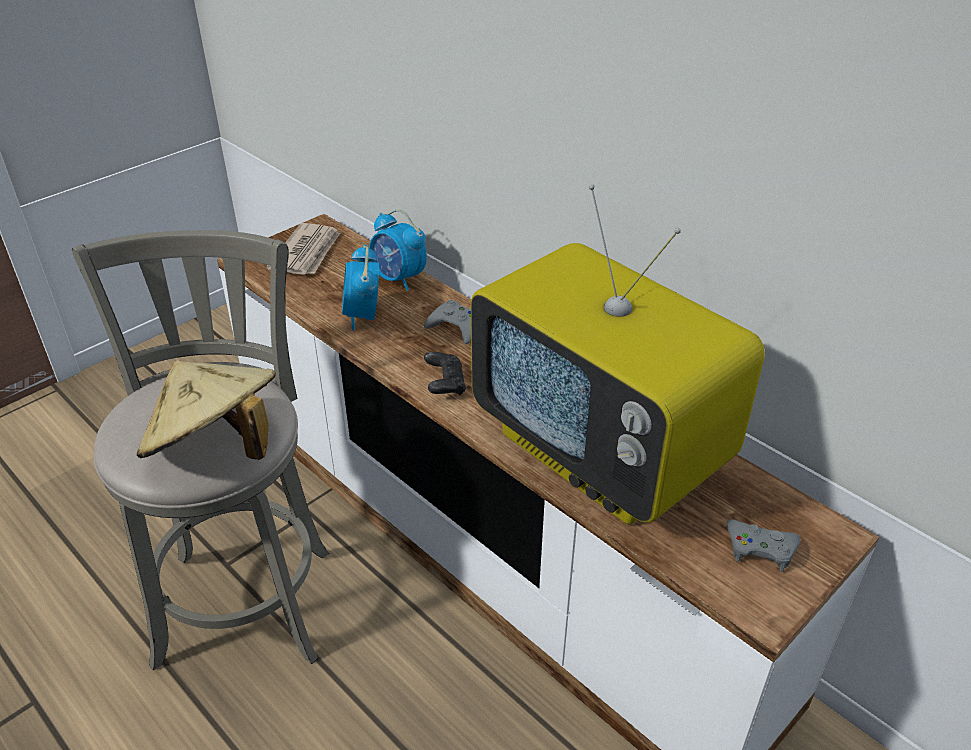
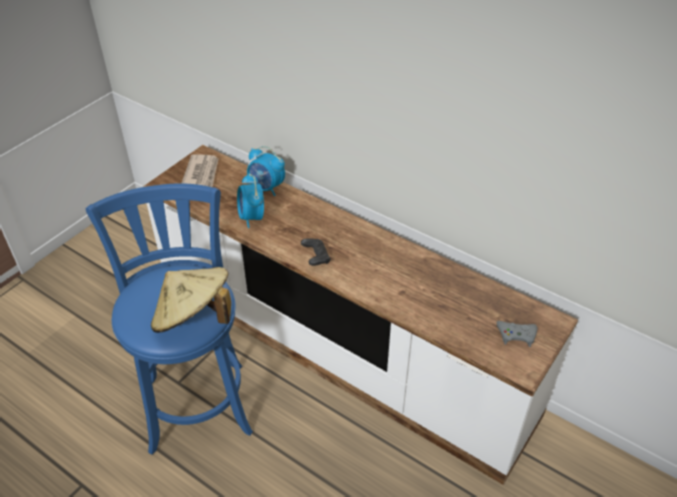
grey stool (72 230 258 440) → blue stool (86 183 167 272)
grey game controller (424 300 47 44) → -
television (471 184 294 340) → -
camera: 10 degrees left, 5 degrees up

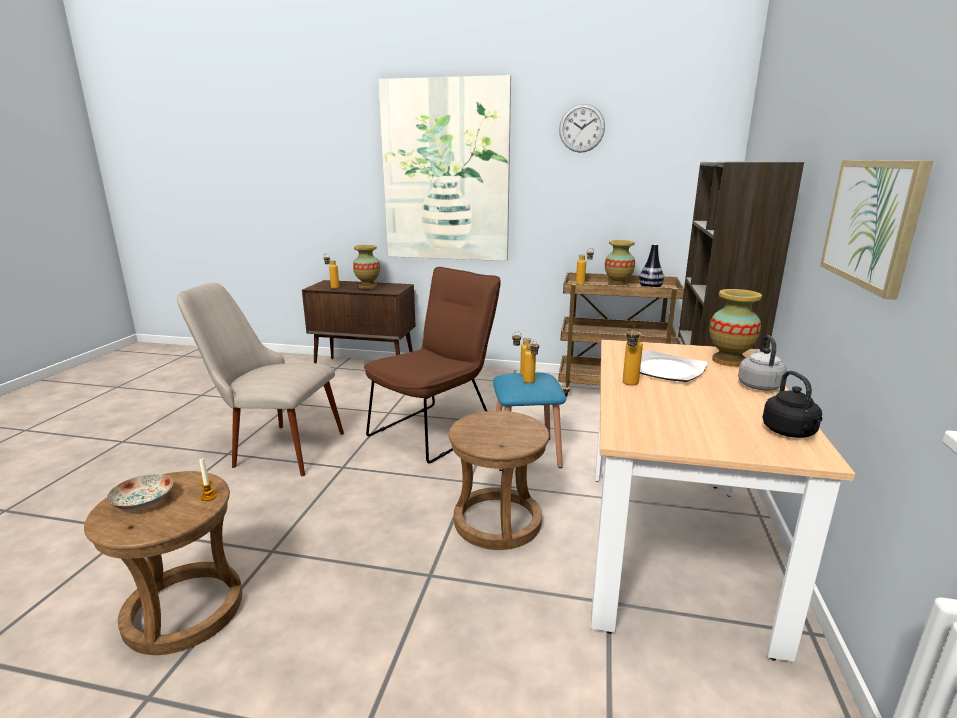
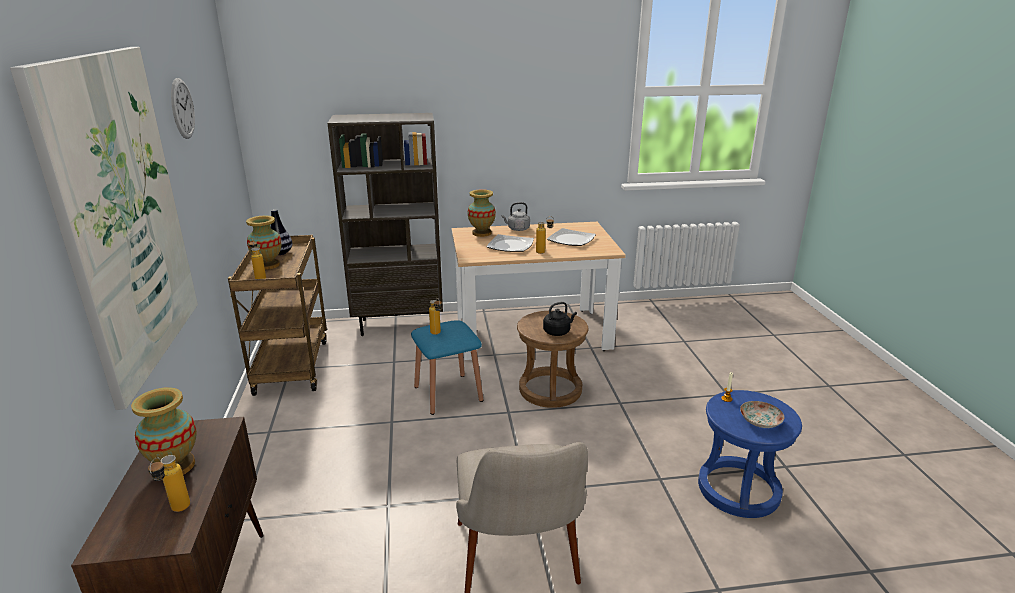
black kettle (762 371 60 67) → black kettle (543 302 34 34), shifted
- → plate (547 228 49 18)
brown stool (84 471 158 184) → blue stool (698 390 104 128)
brown chair (364 267 137 197) → -
bottle (523 339 16 44) → -
picture (820 160 113 140) → -
camera: 110 degrees left, 5 degrees up

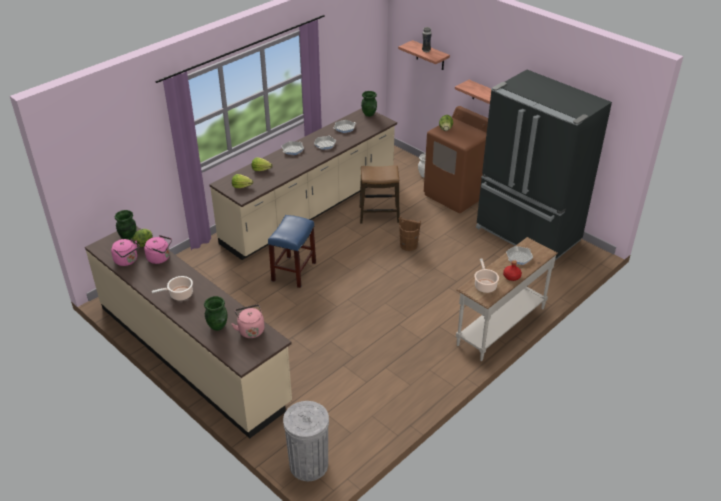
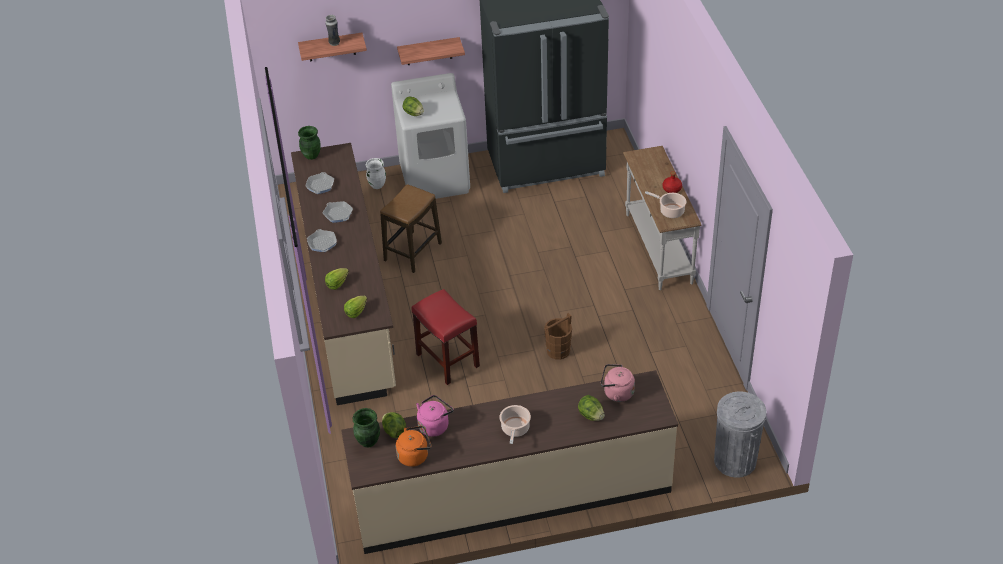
brown washing machine (424 106 64 107) → white washing machine (391 73 79 126)
pink kettle (111 239 29 27) → orange kettle (396 426 36 41)
blue stool (268 215 48 73) → red stool (412 289 68 96)
brown bucket (399 216 22 35) → brown bucket (544 313 28 46), shifted
green vase (204 296 23 35) → lettuce (578 395 27 26)
frying pan (506 246 27 19) → -
camera: 55 degrees left, 5 degrees up

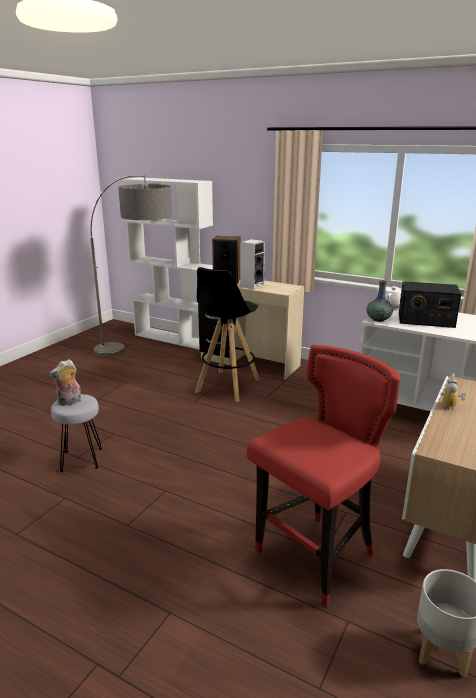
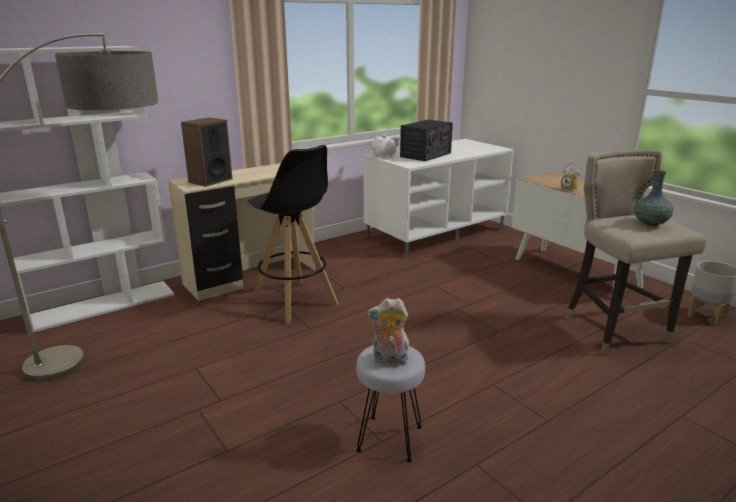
plush toy (49 359 33 47) → plush toy (367 298 42 68), 105 degrees clockwise
red stool (247 345 153 263) → beige stool (565 150 141 205)
vase (366 281 27 41) → vase (634 170 39 56), shifted
speaker (240 239 25 50) → -
camera: 65 degrees left, 0 degrees up

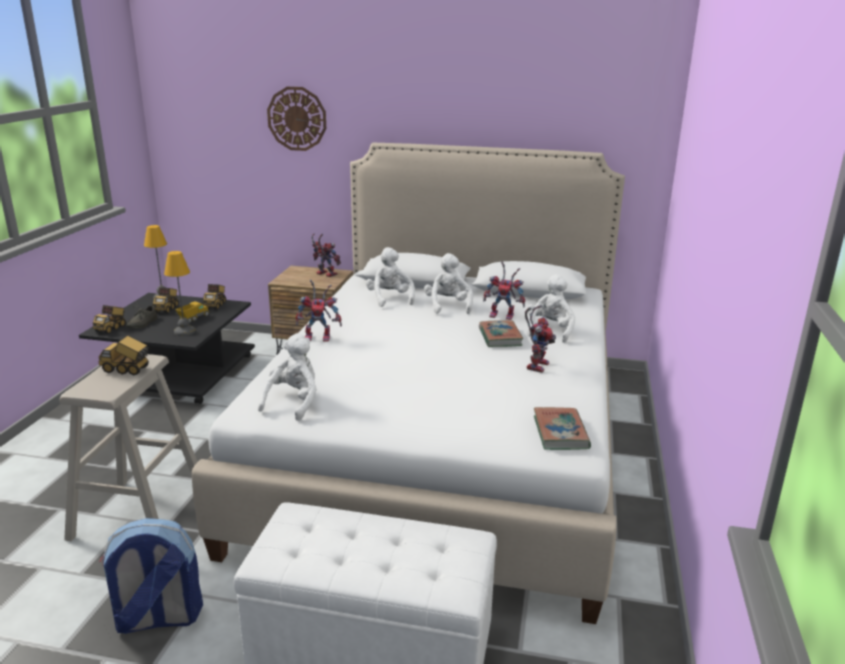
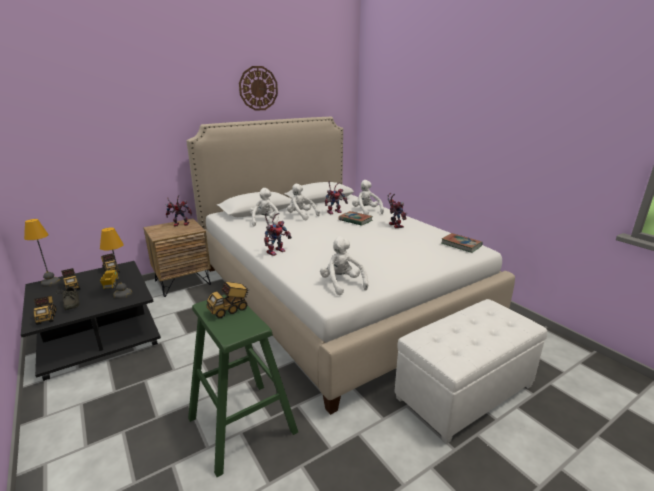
beige stool (59 354 139 187) → green stool (188 295 110 182)
wall clock (267 87 59 64) → wall clock (239 66 39 45), shifted
white plush toy (366 247 49 60) → white plush toy (250 188 29 38), 60 degrees clockwise
backpack (99 518 104 116) → -
camera: 45 degrees left, 0 degrees up

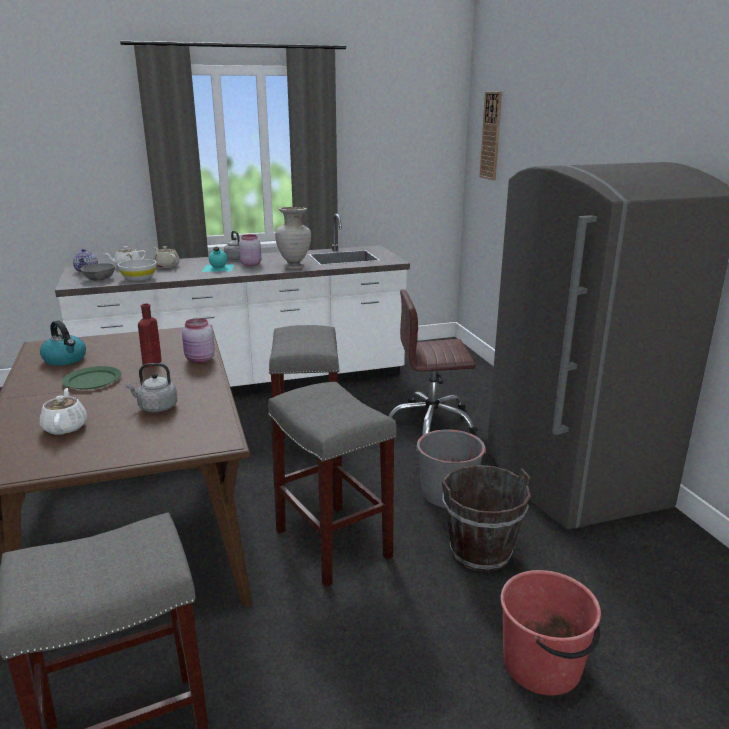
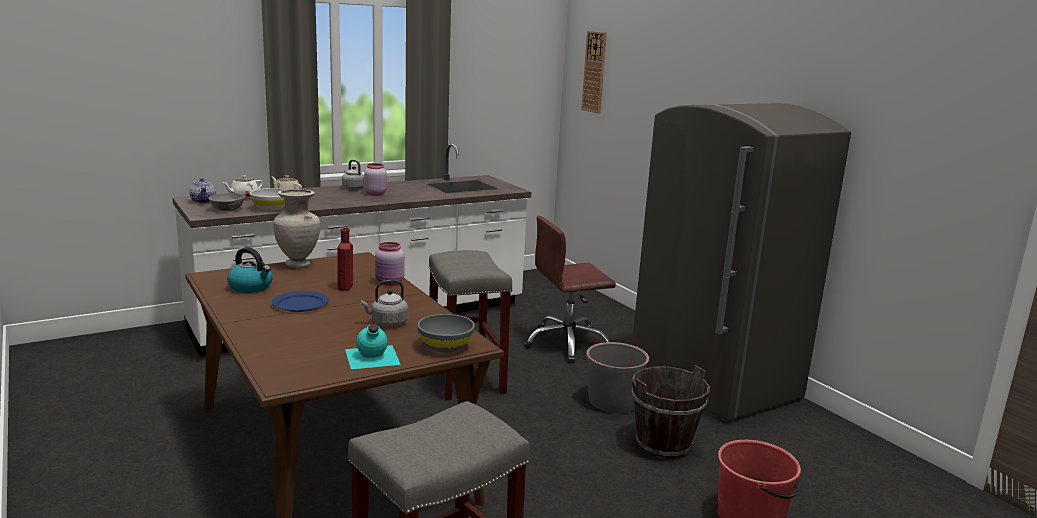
green plate (62 366 59 24) → blue plate (272 291 57 21)
beige vase (275 207 36 62) → beige vase (273 190 47 78), shifted
turquoise bottle (202 247 32 25) → turquoise bottle (345 324 56 45), shifted
- → grey bowl (417 314 58 38)
white teapot (40 388 47 47) → -
grey stool (268 382 129 205) → -
camera: 15 degrees left, 5 degrees down

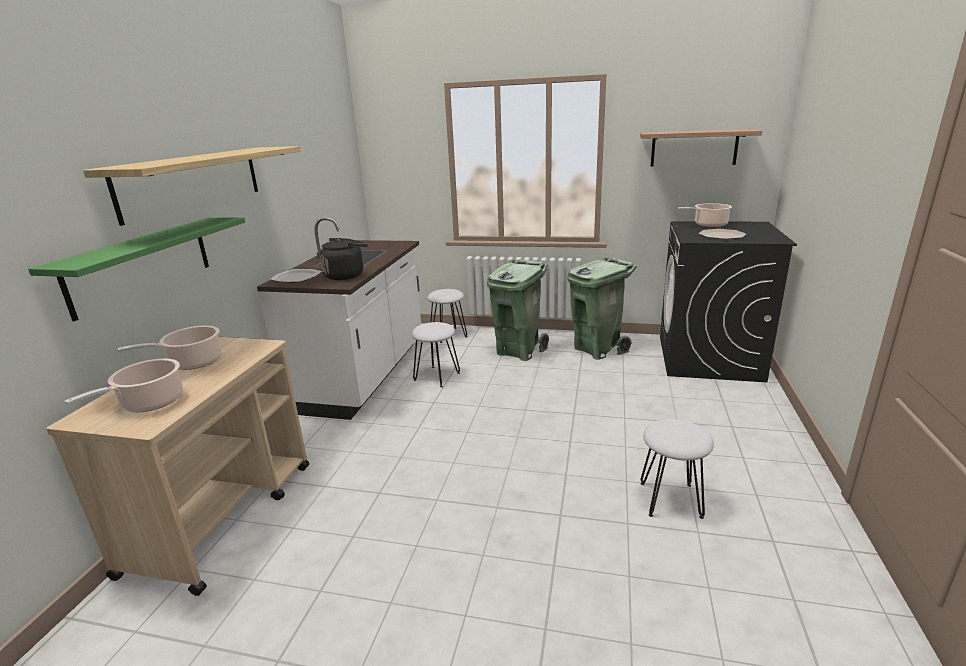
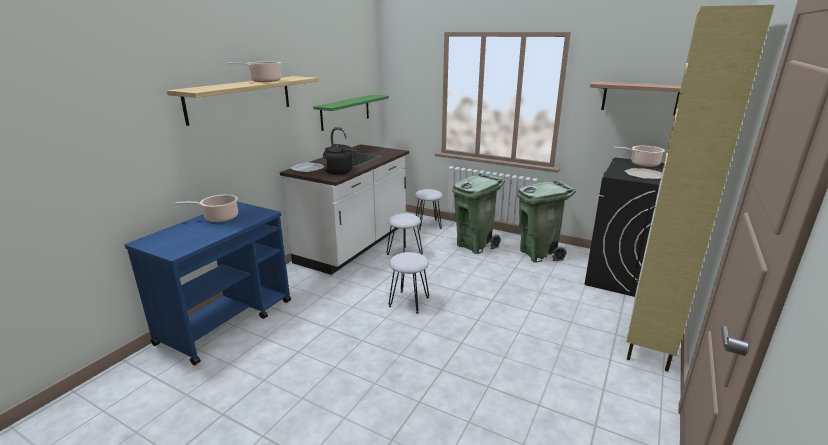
beige cart (46 337 263 259) → blue cart (125 202 166 164)
cooking pot (64 358 119 54) → cooking pot (227 62 54 20), shifted
green shelf (28 217 217 104) → green shelf (313 95 76 36), shifted
white stool (640 419 74 100) → white stool (389 252 40 61), shifted
- → beige cabinet (626 5 148 367)
camera: 15 degrees right, 0 degrees up

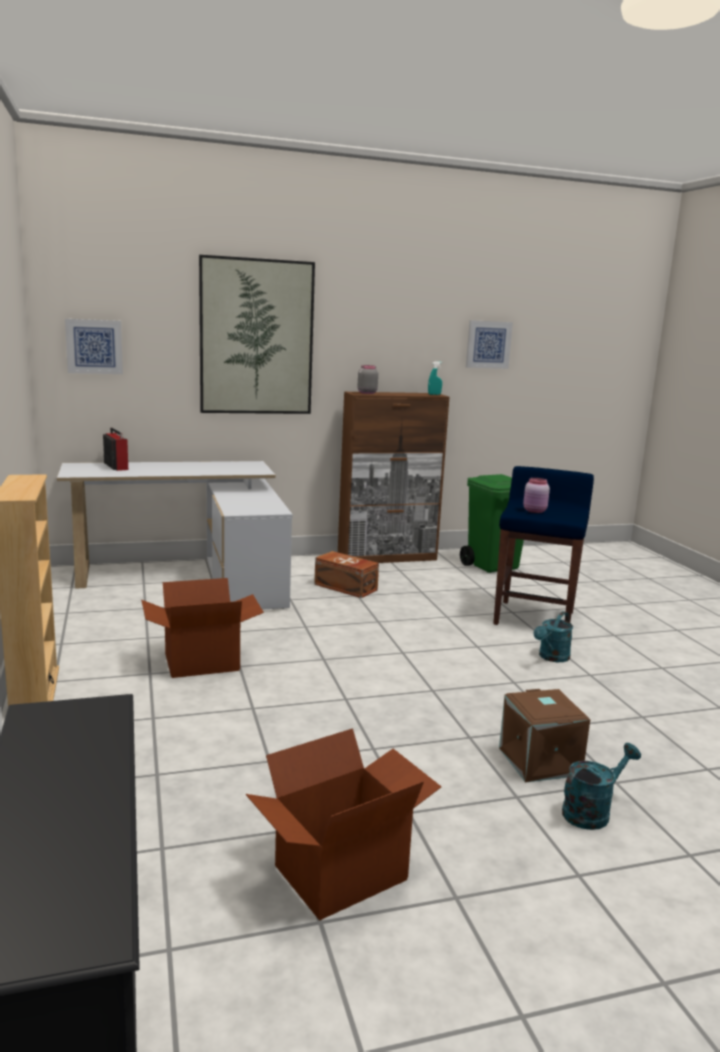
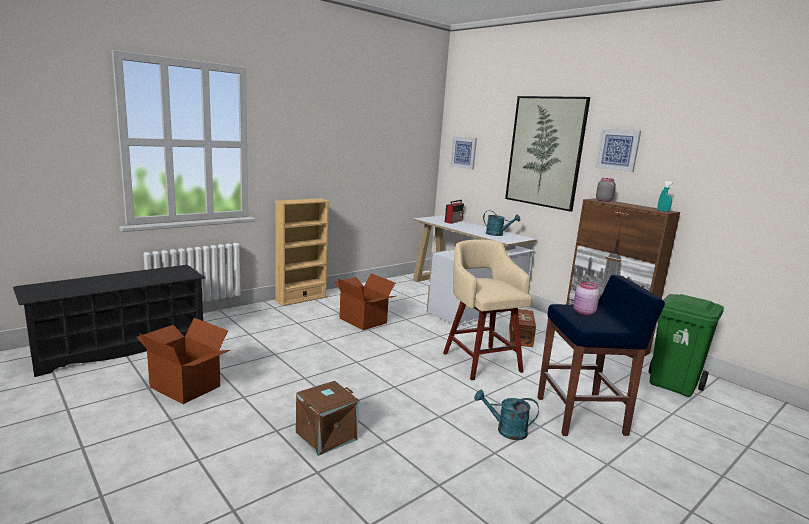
- → beige stool (443 239 89 141)
turquoise watering can (562 743 79 87) → turquoise watering can (483 210 37 26), shifted
picture (466 320 47 49) → picture (595 129 46 43), shifted
camera: 65 degrees right, 0 degrees up

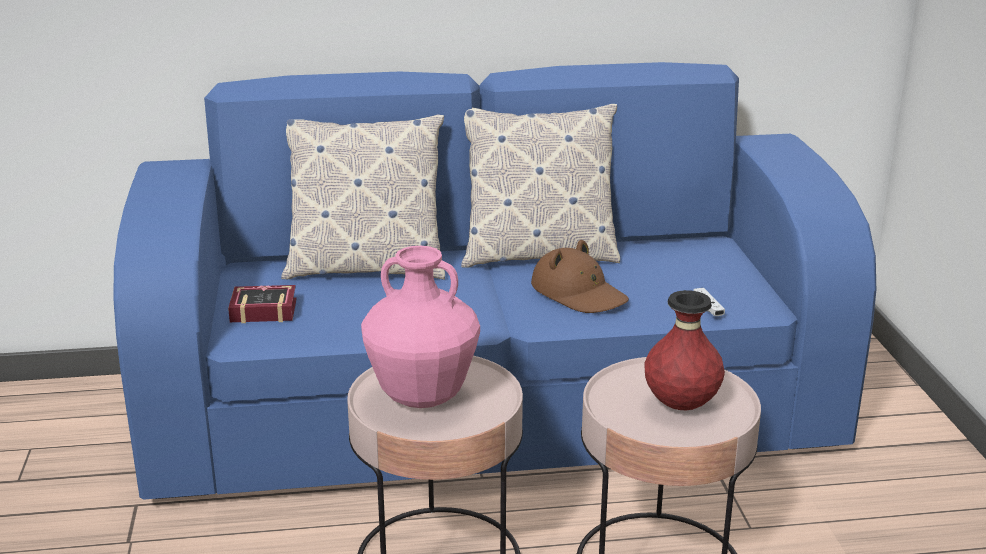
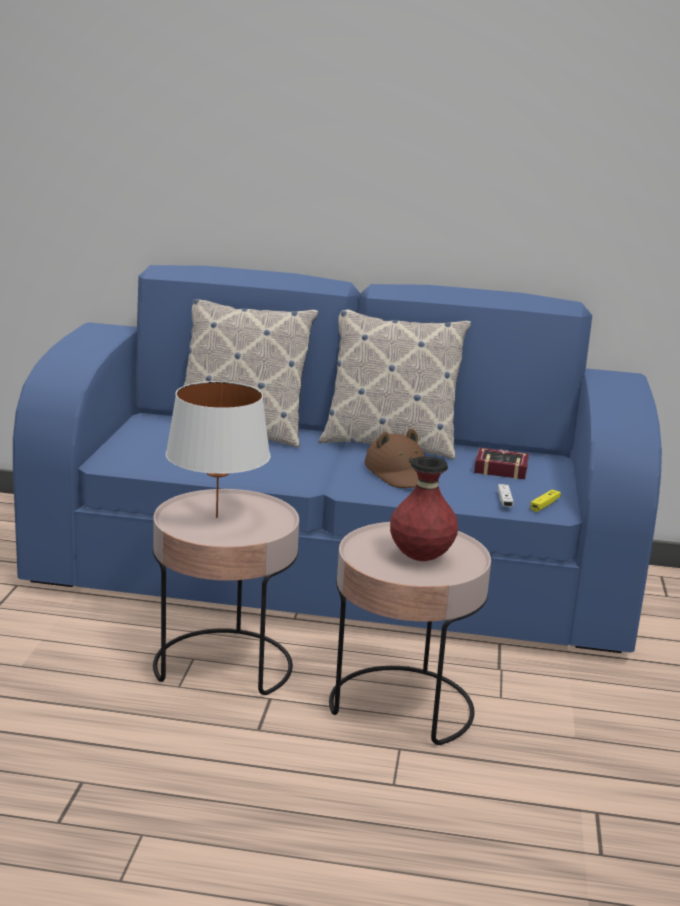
pink vase (361 246 119 162) → white table lamp (166 381 104 137)
book (228 285 68 38) → book (474 447 55 32), shifted
- → yellow game controller (530 490 31 22)
camera: 15 degrees right, 5 degrees down

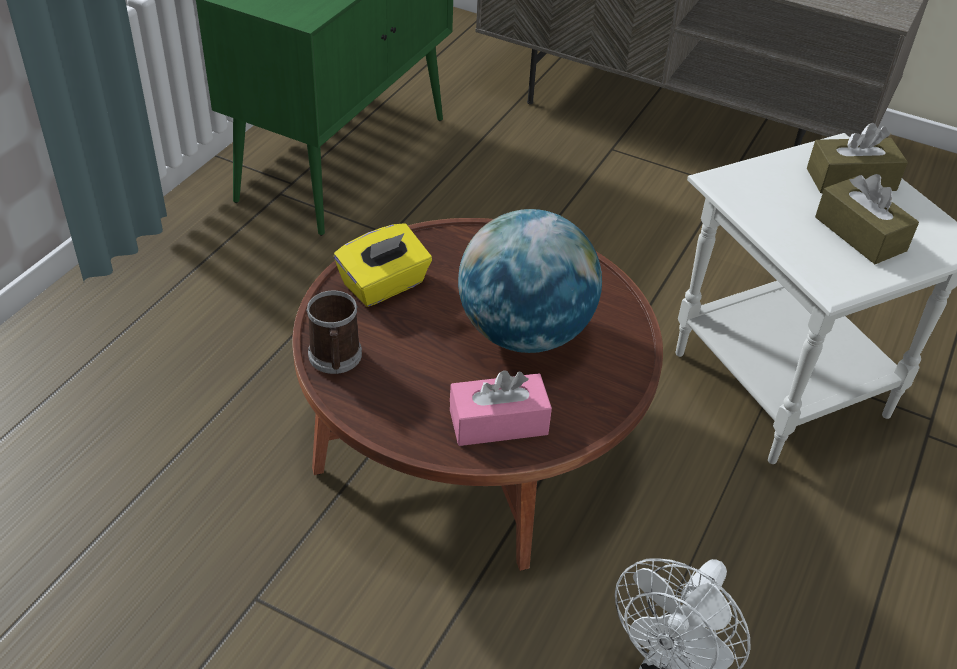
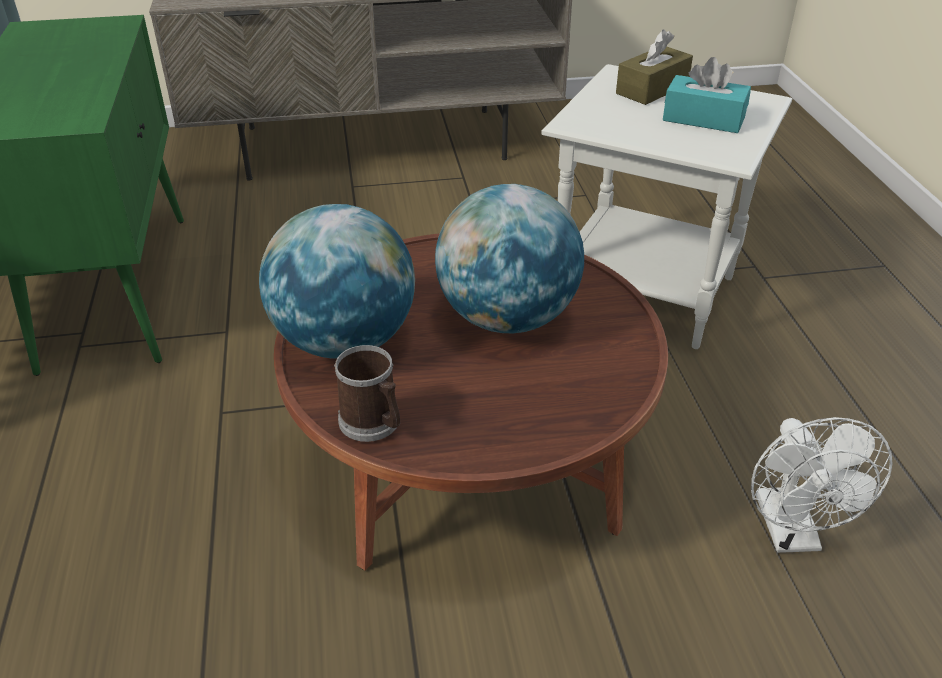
yellow tissue box (334 223 98 84) → globe (259 204 156 154)
brown tissue box (815 174 104 90) → turquoise tissue box (663 57 88 76)
pink tissue box (450 370 102 76) → -
camera: 35 degrees left, 5 degrees down

